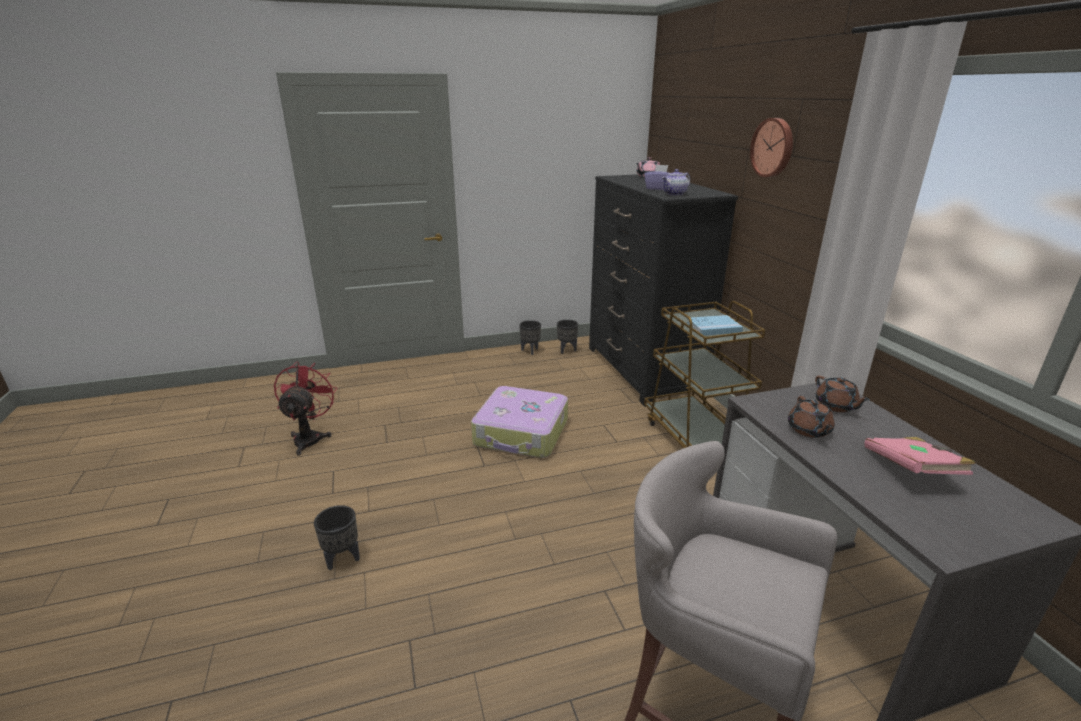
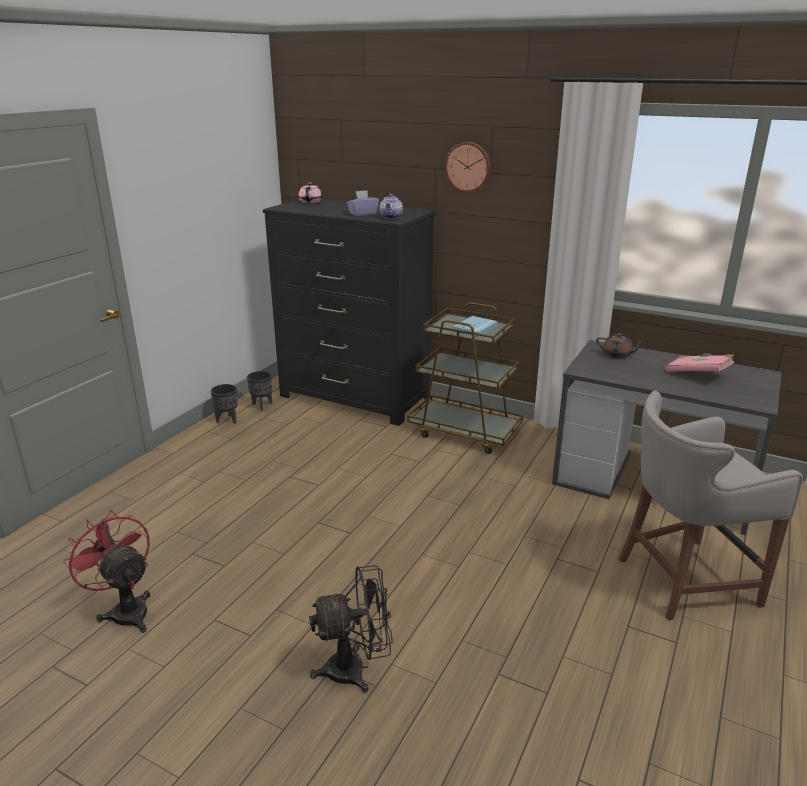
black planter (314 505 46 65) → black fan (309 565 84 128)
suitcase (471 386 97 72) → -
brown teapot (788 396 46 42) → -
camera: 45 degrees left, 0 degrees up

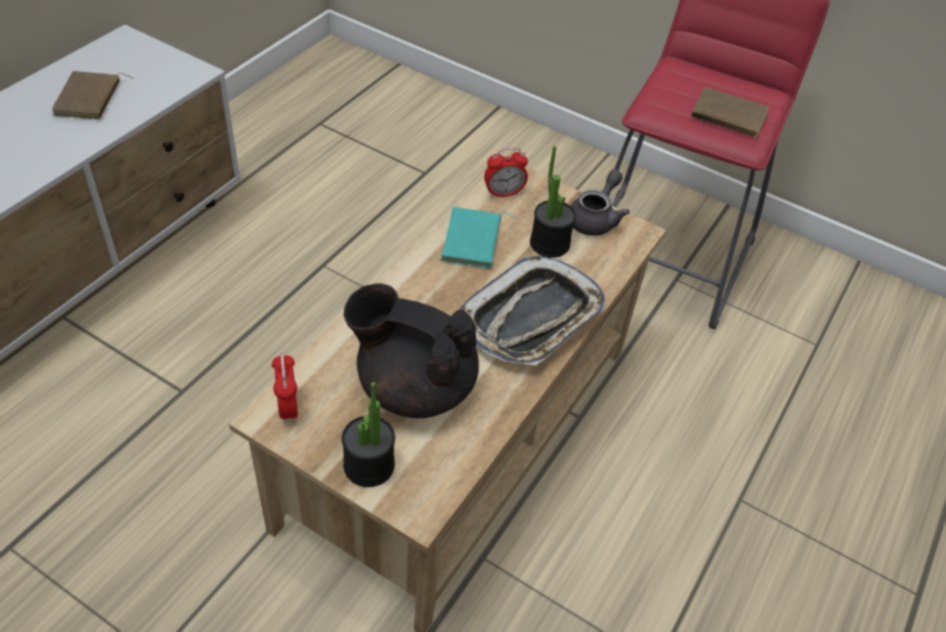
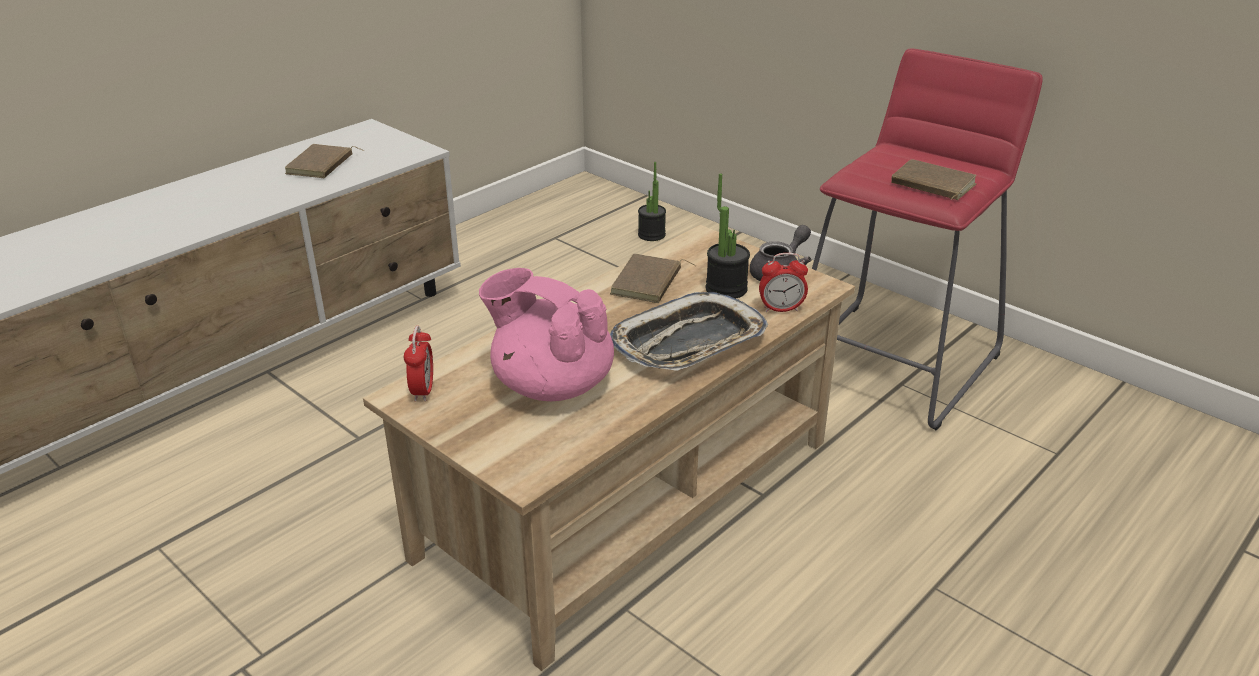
black teapot (344 283 135 135) → pink teapot (479 268 135 133)
turquoise book (441 207 76 62) → brown book (610 253 86 50)
potted plant (342 382 53 105) → potted plant (638 162 28 79), shifted
alarm clock (484 147 44 51) → alarm clock (759 253 49 59), shifted
camera: 15 degrees right, 15 degrees down

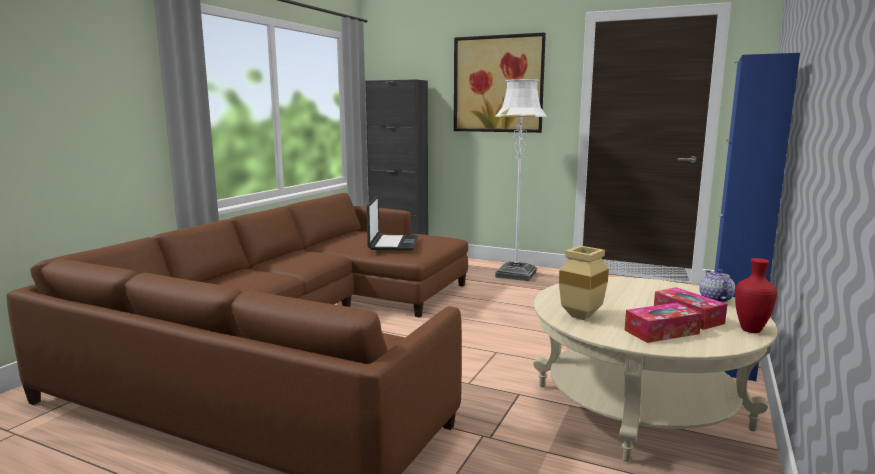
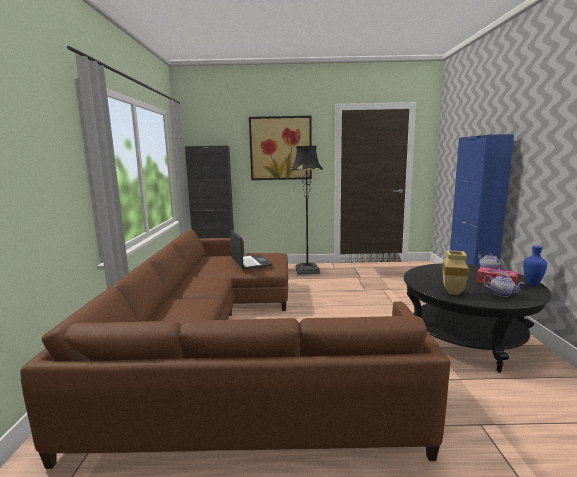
white floor lamp (495 79 52 202) → black floor lamp (290 146 33 129)
beige coffee table (533 277 244 185) → black coffee table (404 263 148 110)
tissue box (625 303 77 40) → teapot (483 274 42 23)
red vase (735 258 42 75) → blue vase (523 246 24 40)
camera: 25 degrees left, 0 degrees up

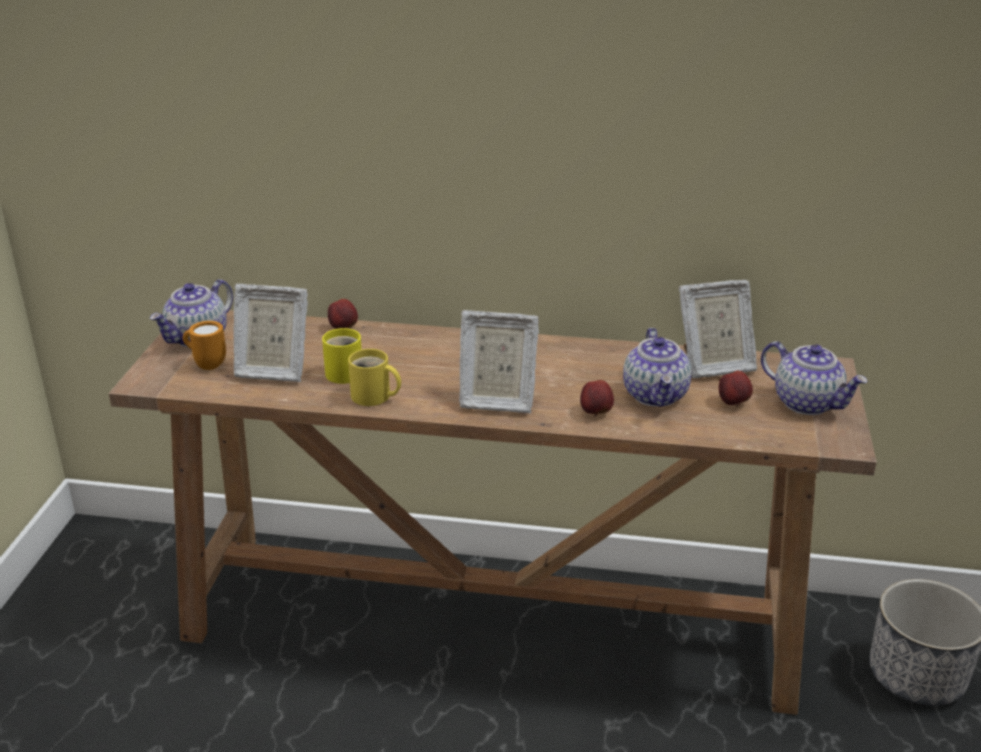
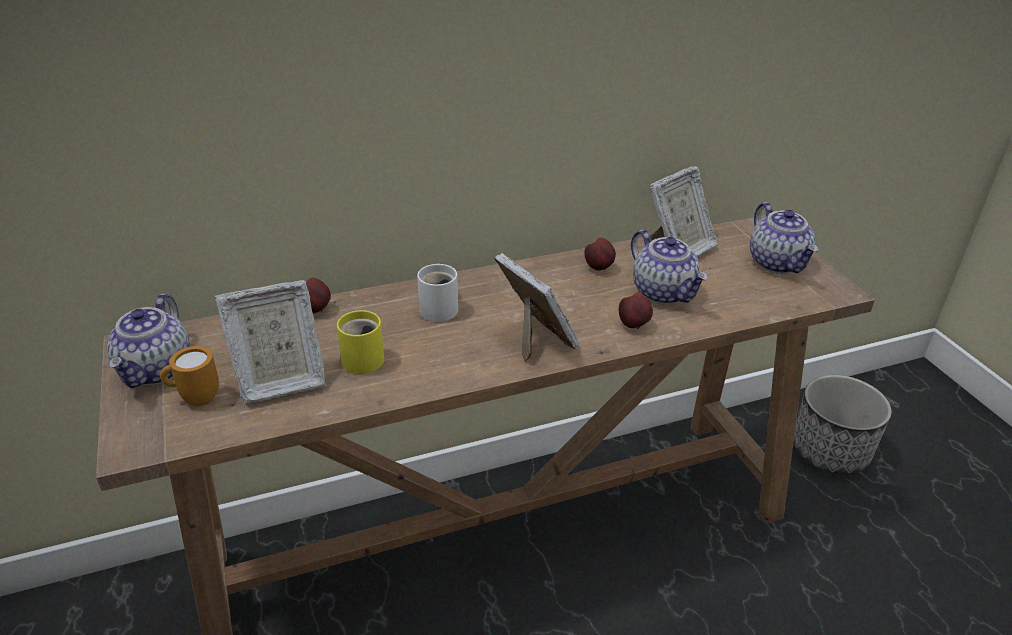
- → white mug (417 264 41 58)
picture frame (459 310 80 103) → picture frame (494 253 86 109), 105 degrees counterclockwise
apple (719 371 34 36) → apple (584 238 32 32), shifted
teapot (761 341 107 74) → teapot (750 202 68 72), 60 degrees clockwise
yellow mug (348 349 53 57) → -
camera: 30 degrees left, 5 degrees up

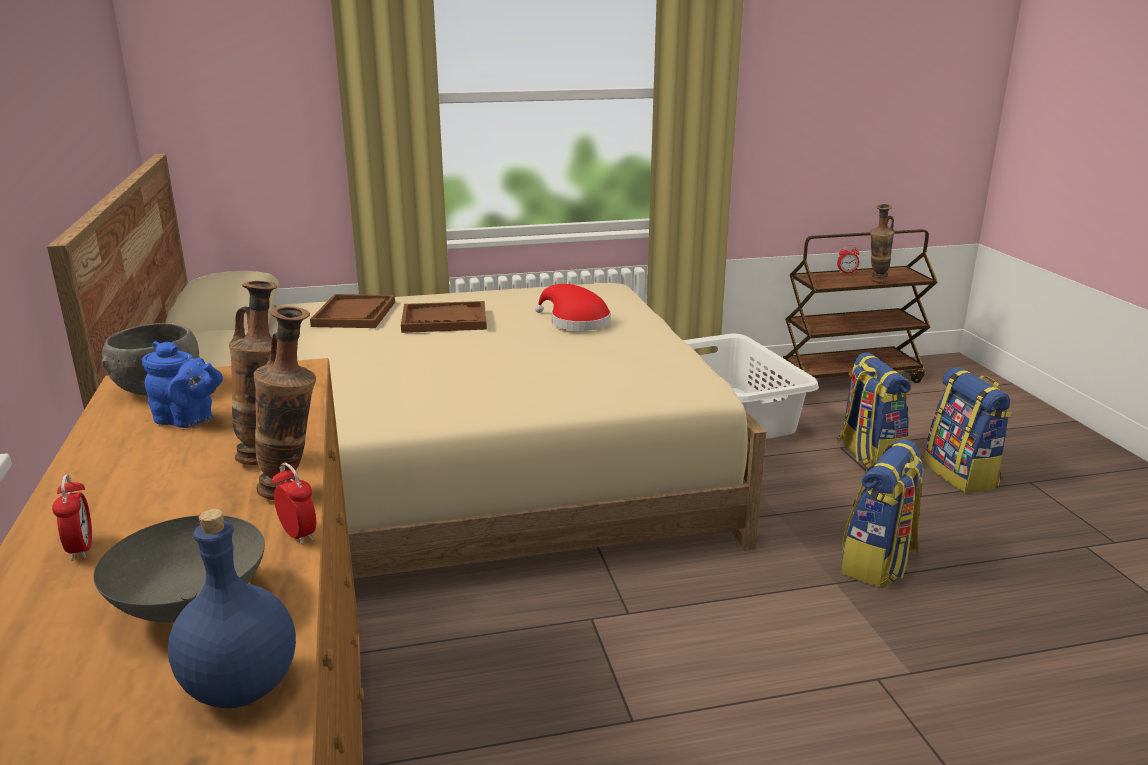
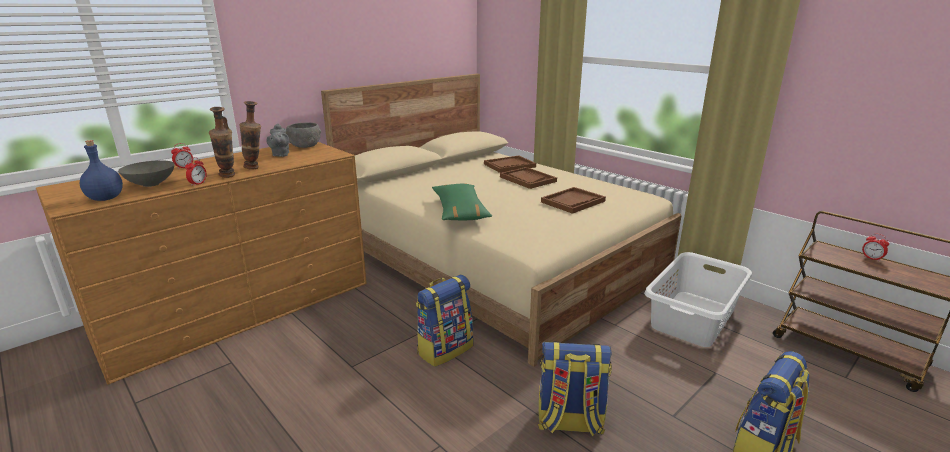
blue teapot (142 341 81 87) → grey teapot (266 123 23 34)
backpack (837 353 74 115) → backpack (416 275 57 92), shifted
- → green pillow (432 184 60 36)
red hat (535 284 76 47) → brown tray (541 187 65 27)
vase (870 204 25 79) → -
camera: 60 degrees right, 0 degrees up

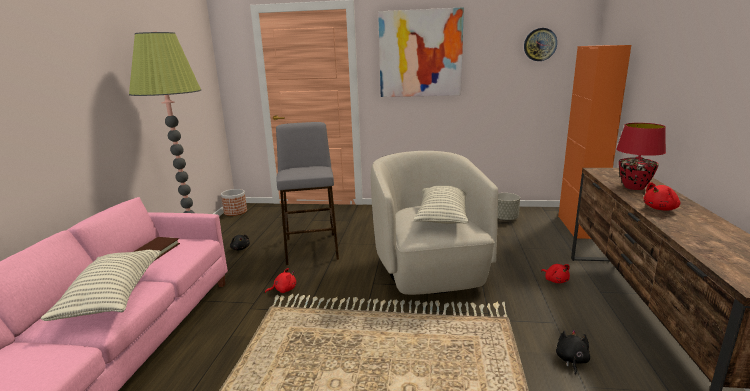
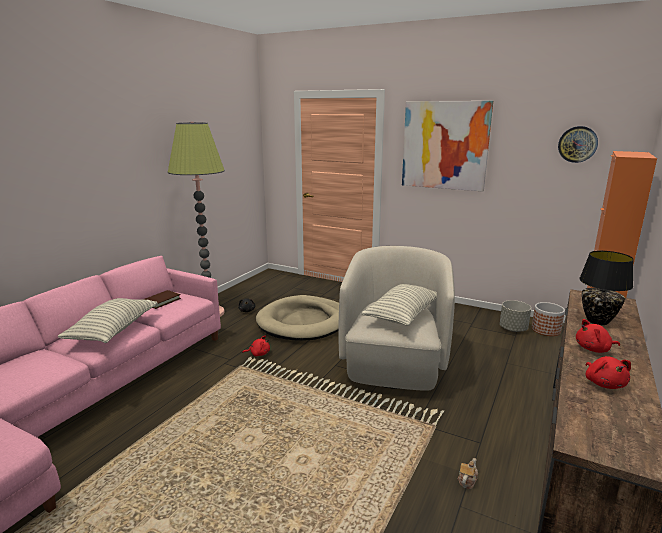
grey stool (276 122 63 143) → beige dog bed (256 295 83 45)
black plush toy (556 330 34 46) → teapot (457 458 21 31)
planter (221 189 26 27) → planter (532 302 33 34), shifted
red table lamp (616 123 50 67) → black table lamp (579 251 55 74)
red plush toy (541 264 29 19) → red plush toy (586 356 45 33), shifted
camera: 20 degrees right, 0 degrees up

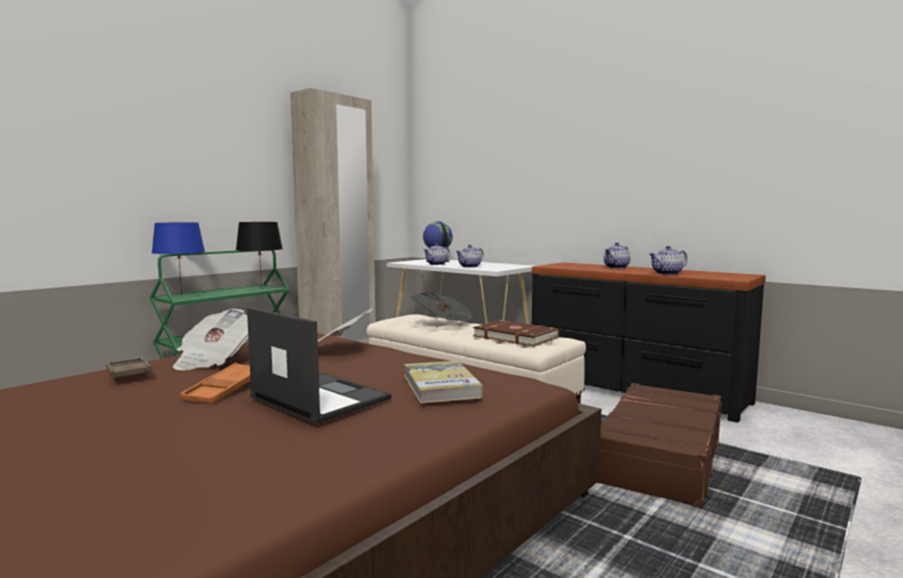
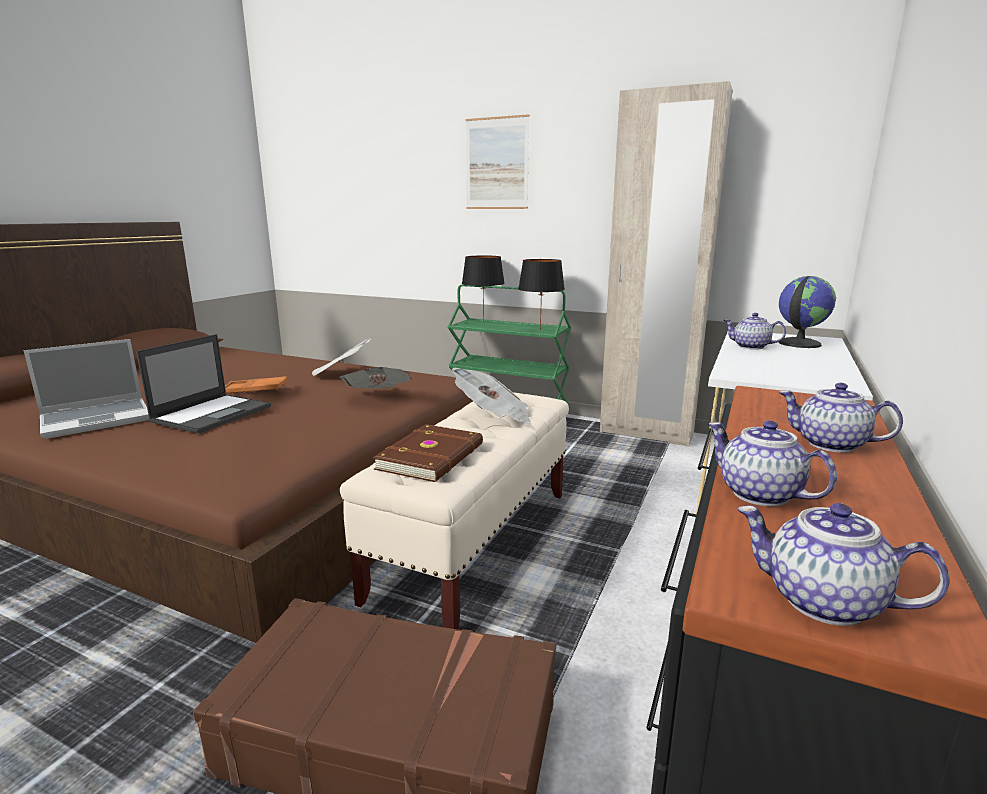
- → laptop (24 339 125 100)
blue table lamp (152 222 53 74) → black table lamp (462 255 43 67)
- → picture (465 114 64 95)
teapot (456 245 28 23) → teapot (737 503 213 123), shifted
brown tray (106 357 46 24) → -
book (404 361 79 42) → -
camera: 75 degrees right, 10 degrees up

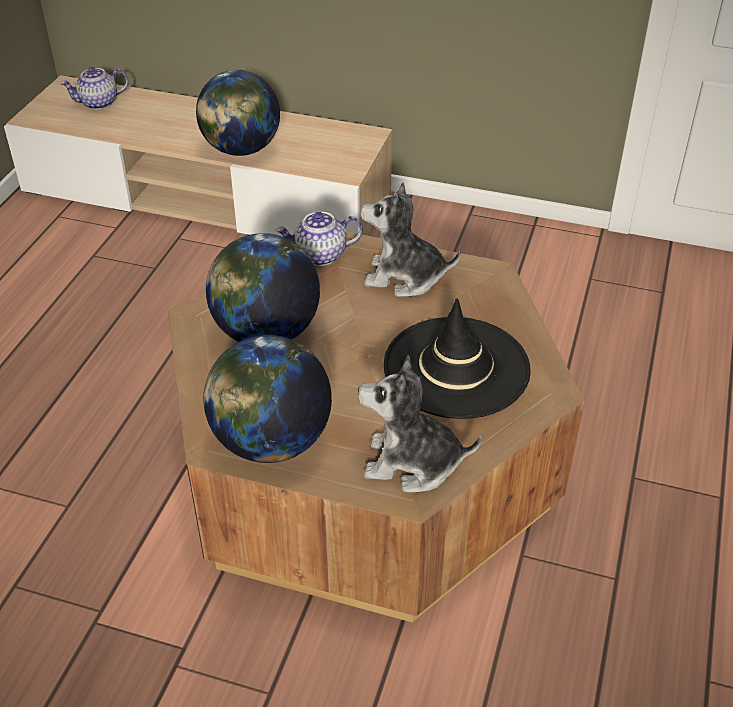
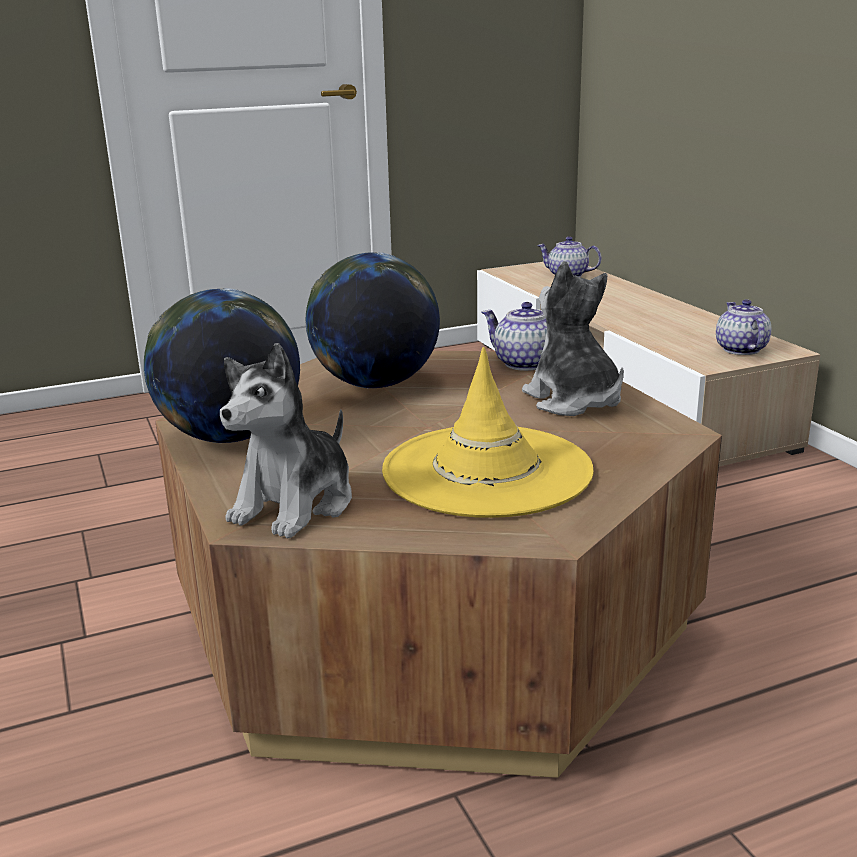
plush toy (358 355 124 138) → plush toy (220 343 132 195), 120 degrees counterclockwise
black hat (384 298 146 121) → yellow hat (382 347 212 171)
- → teapot (716 299 55 56)
globe (196 70 84 86) → -
camera: 50 degrees right, 20 degrees down

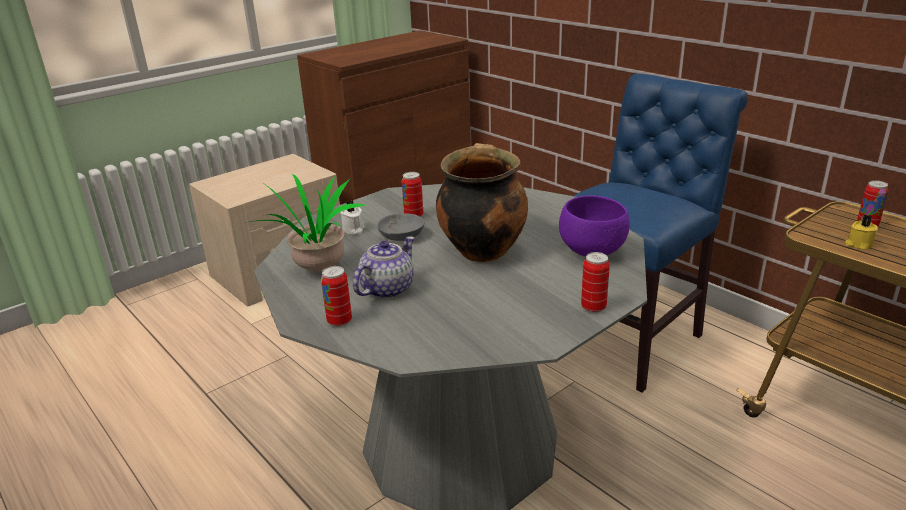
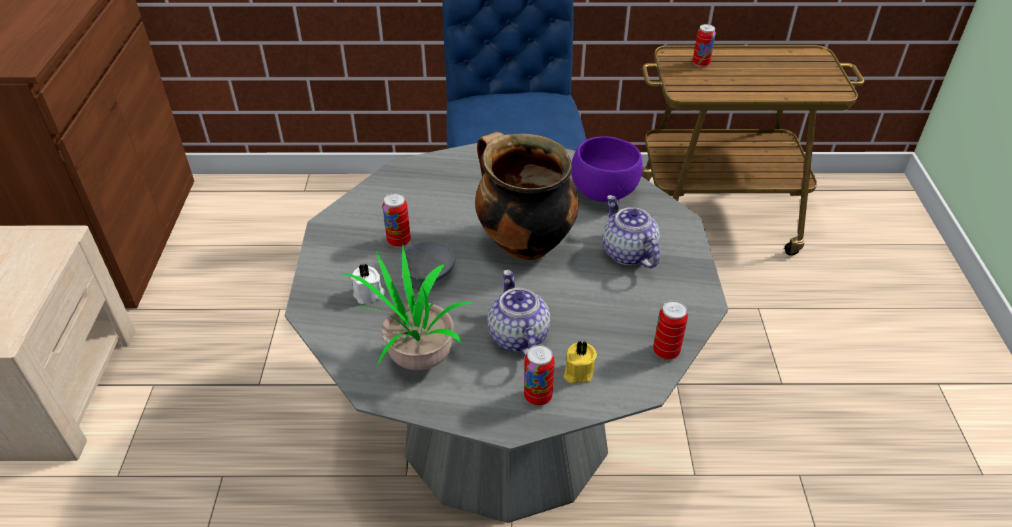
yellow candle (845 215 33 35) → yellow candle (564 341 33 42), shifted
- → teapot (602 195 58 73)
can (581 252 29 61) → can (653 300 35 60), shifted
camera: 50 degrees left, 15 degrees up

